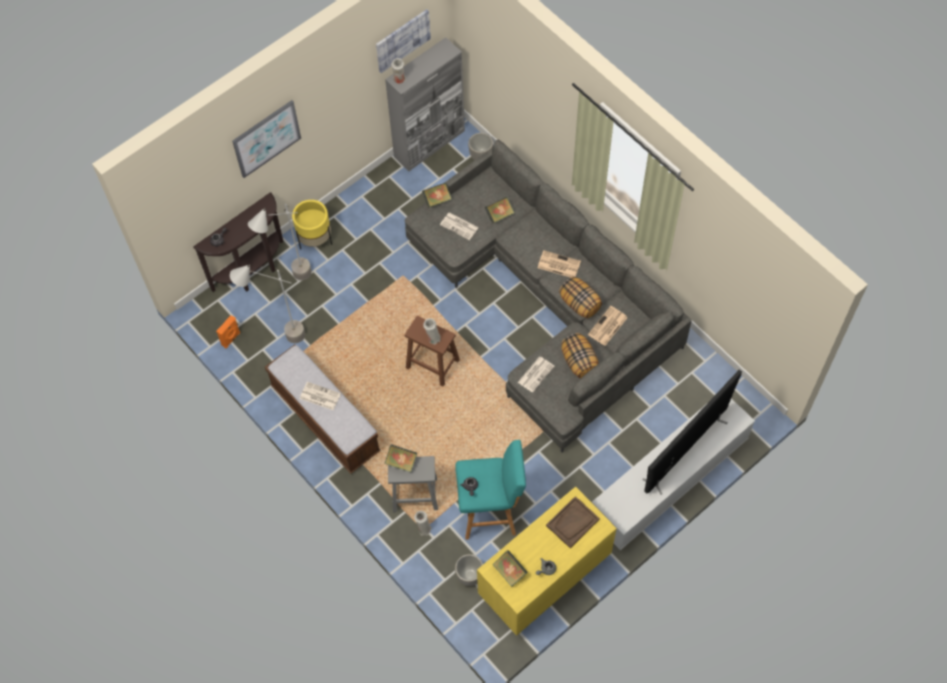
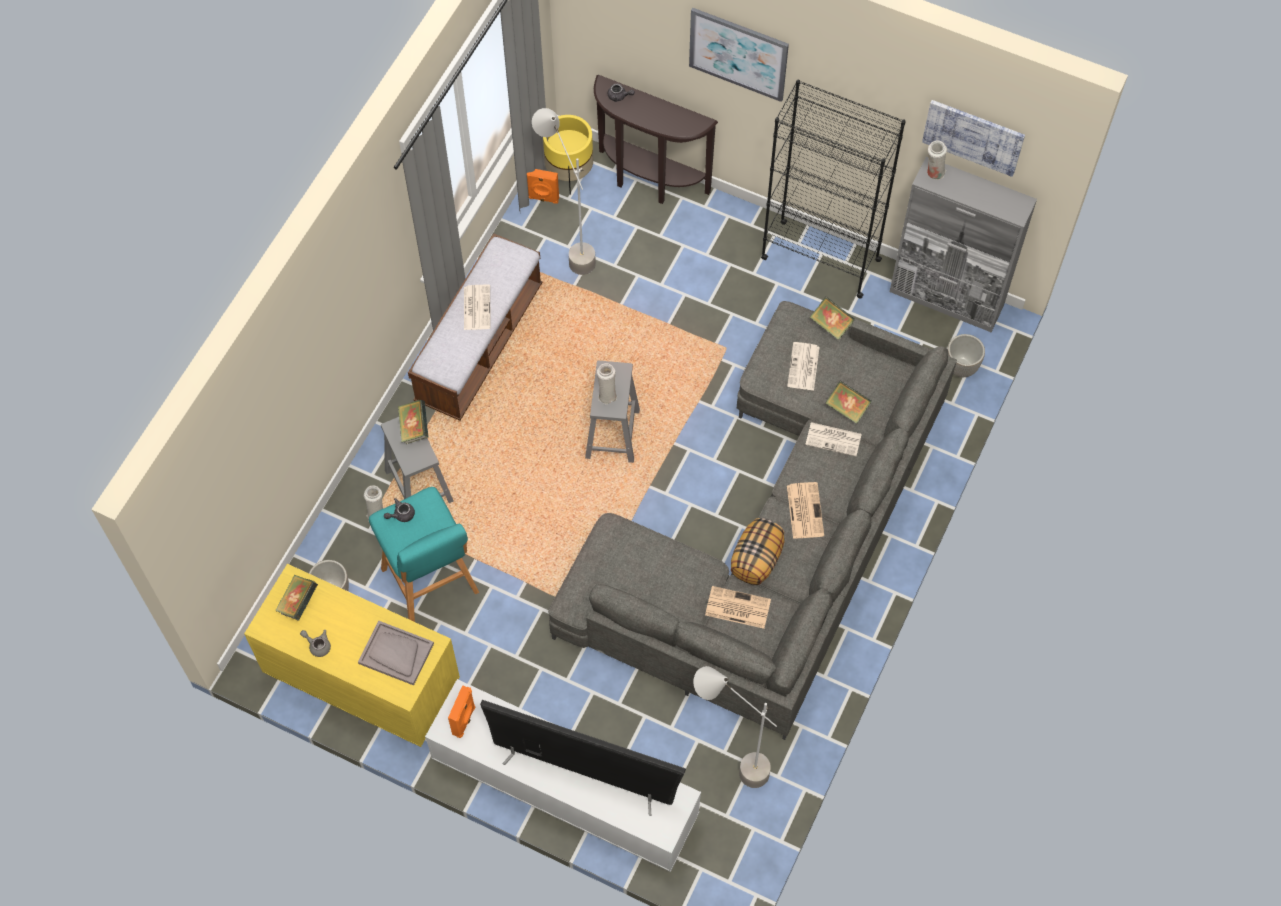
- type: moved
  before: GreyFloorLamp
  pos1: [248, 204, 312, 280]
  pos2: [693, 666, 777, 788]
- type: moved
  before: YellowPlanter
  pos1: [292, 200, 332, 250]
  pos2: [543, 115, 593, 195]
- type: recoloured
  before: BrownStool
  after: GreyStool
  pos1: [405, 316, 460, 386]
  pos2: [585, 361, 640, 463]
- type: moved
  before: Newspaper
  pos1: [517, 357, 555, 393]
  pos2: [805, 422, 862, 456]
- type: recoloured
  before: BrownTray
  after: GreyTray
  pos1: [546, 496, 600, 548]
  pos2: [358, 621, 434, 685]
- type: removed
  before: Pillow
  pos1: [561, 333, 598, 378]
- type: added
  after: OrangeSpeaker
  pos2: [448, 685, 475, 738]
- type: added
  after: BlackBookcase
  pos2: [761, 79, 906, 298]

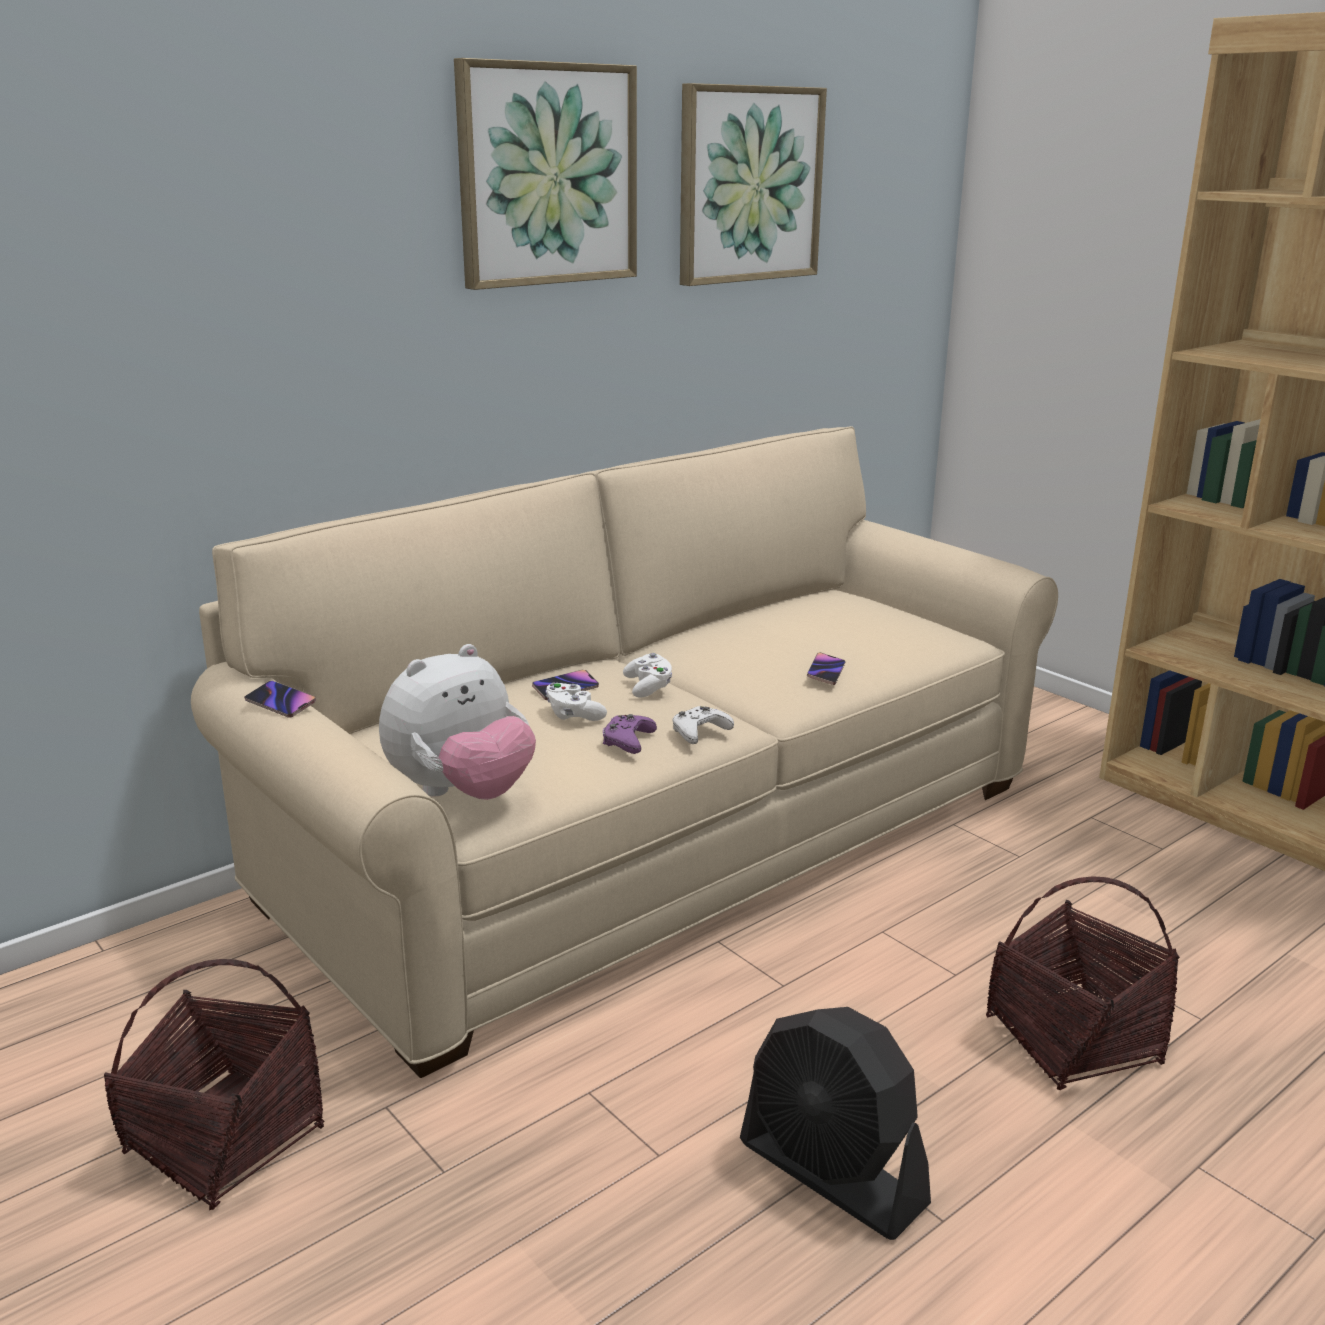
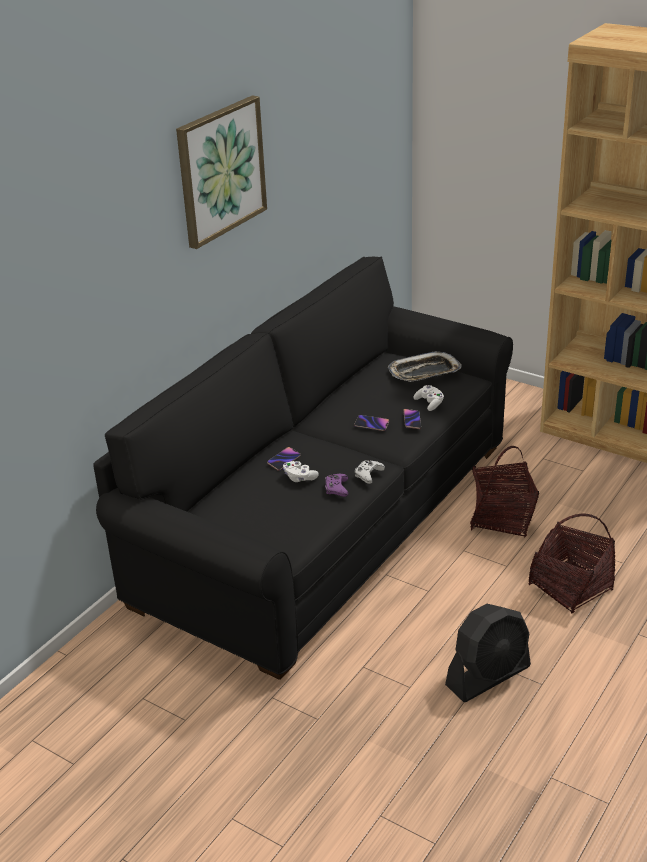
- type: moved
  before: Basket
  pos1: [104, 959, 324, 1210]
  pos2: [470, 446, 539, 538]
- type: recoloured
  before: BeigeSofa
  after: BlackSofa
  pos1: [191, 426, 1058, 1078]
  pos2: [93, 257, 513, 680]
- type: moved
  before: Phone
  pos1: [244, 681, 316, 718]
  pos2: [354, 415, 389, 431]
- type: removed
  before: PlushToy
  pos1: [379, 644, 536, 800]
- type: moved
  before: WhiteGameController
  pos1: [623, 653, 672, 698]
  pos2: [414, 385, 444, 411]
- type: removed
  before: Picture
  pos1: [680, 83, 827, 286]
- type: turned
  before: BlackFan
  pos1: [740, 1007, 931, 1240]
  pos2: [445, 604, 531, 702]
  turn: -60
- type: added
  after: Tray
  pos2: [388, 351, 462, 382]

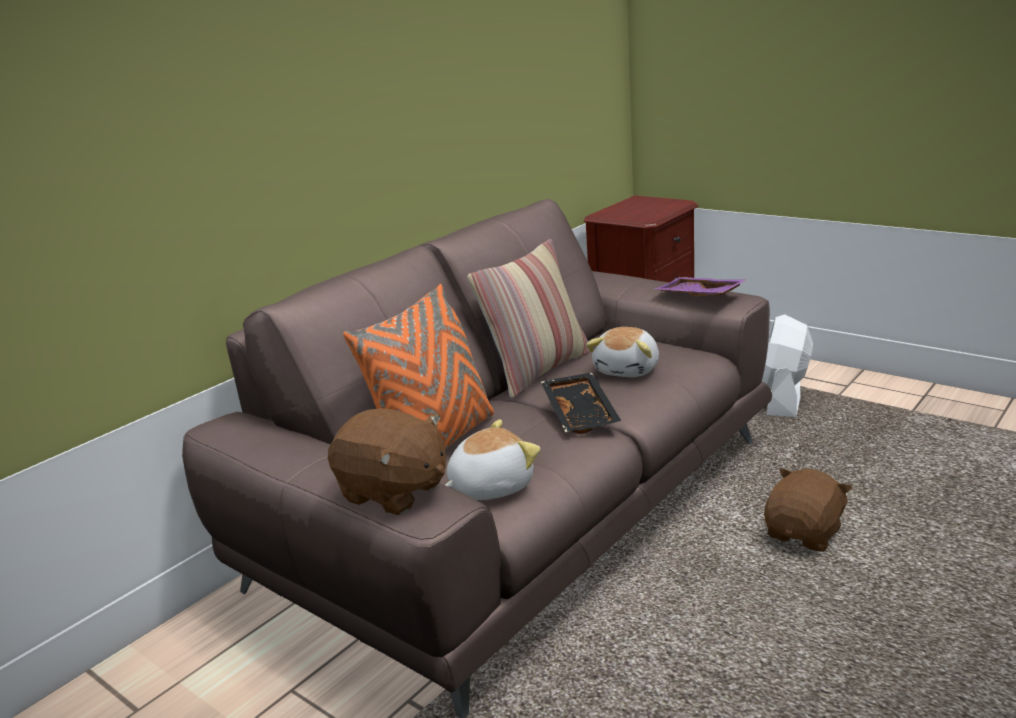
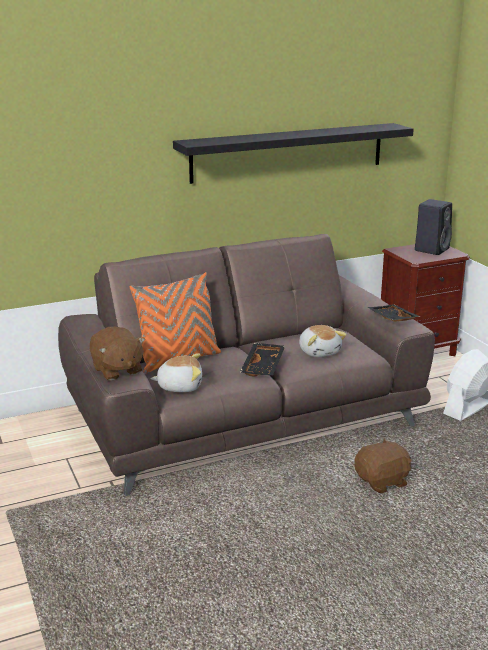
- type: removed
  before: Pillow
  pos1: [467, 239, 590, 398]
- type: turned
  before: PlushToy
  pos1: [586, 327, 659, 377]
  pos2: [299, 325, 347, 357]
  turn: -75
- type: recoloured
  before: PurpleTray
  after: BlackTray
  pos1: [654, 277, 746, 296]
  pos2: [368, 304, 421, 322]
- type: added
  after: BlackShelf
  pos2: [173, 123, 414, 184]
- type: added
  after: BlackSpeaker
  pos2: [415, 199, 452, 255]

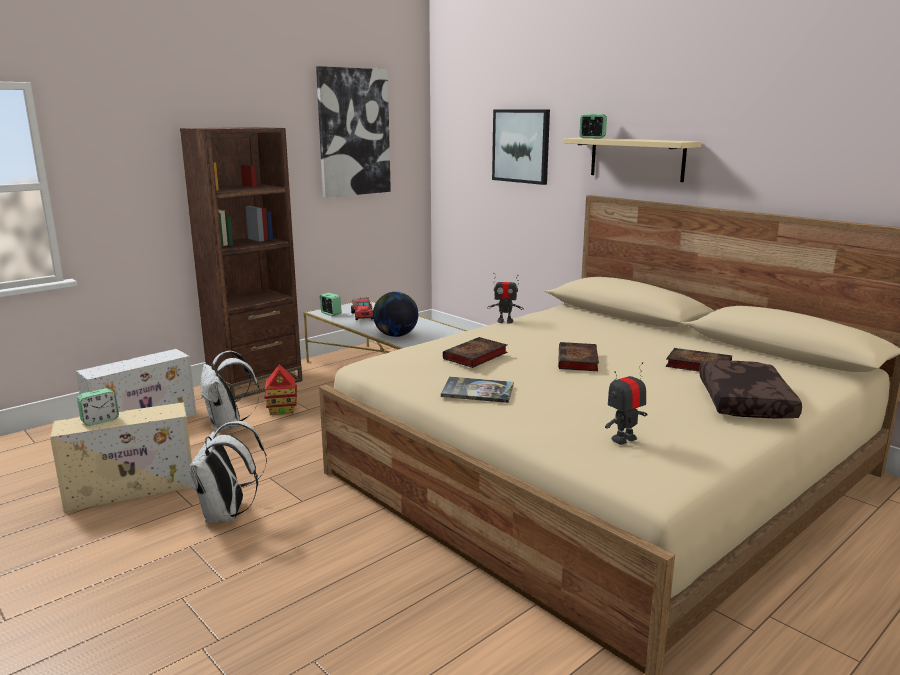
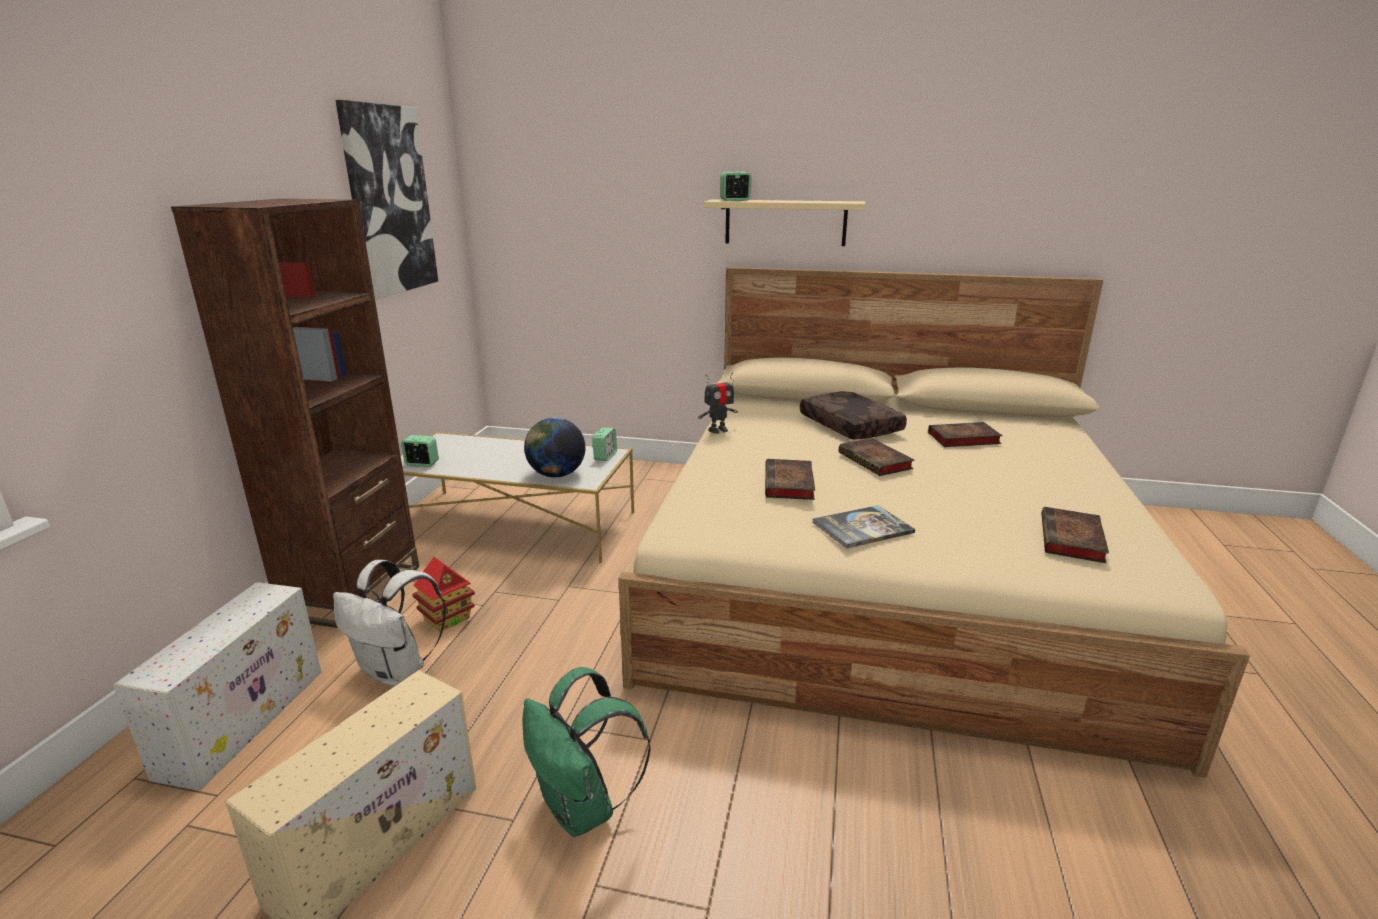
- type: moved
  before: AlarmClock
  pos1: [77, 388, 119, 426]
  pos2: [592, 428, 617, 461]
- type: recoloured
  before: WhiteBackpack
  after: GreenBackpack
  pos1: [189, 421, 267, 523]
  pos2: [522, 667, 651, 837]
- type: removed
  before: ToyTruck
  pos1: [351, 297, 373, 320]
- type: removed
  before: Picture
  pos1: [492, 110, 550, 185]
- type: replaced
  before: ToyRobot
  after: Book
  pos1: [605, 362, 647, 445]
  pos2: [1041, 507, 1109, 563]
- type: moved
  before: BrownPillow
  pos1: [699, 360, 802, 419]
  pos2: [800, 391, 907, 440]

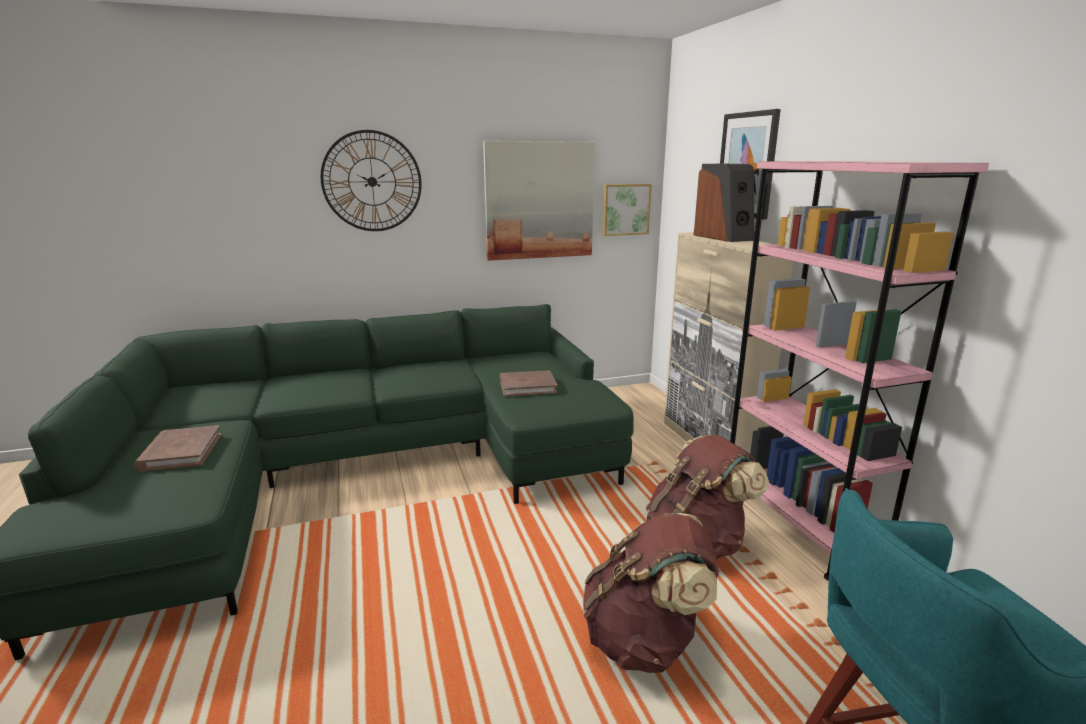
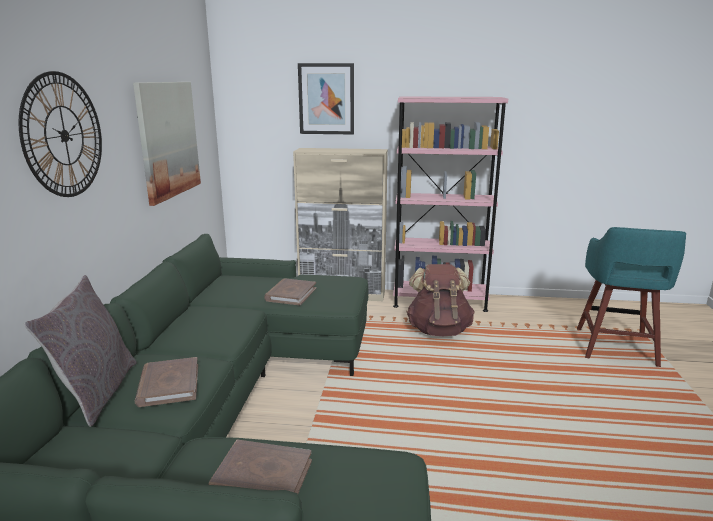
- type: removed
  before: BrownBackpack
  pos1: [583, 513, 719, 673]
- type: removed
  before: Picture
  pos1: [602, 184, 652, 236]
- type: removed
  before: Speaker
  pos1: [694, 164, 755, 242]
- type: added
  after: GreyPillow
  pos2: [24, 275, 137, 427]
- type: added
  after: BrownBook
  pos2: [135, 357, 198, 407]

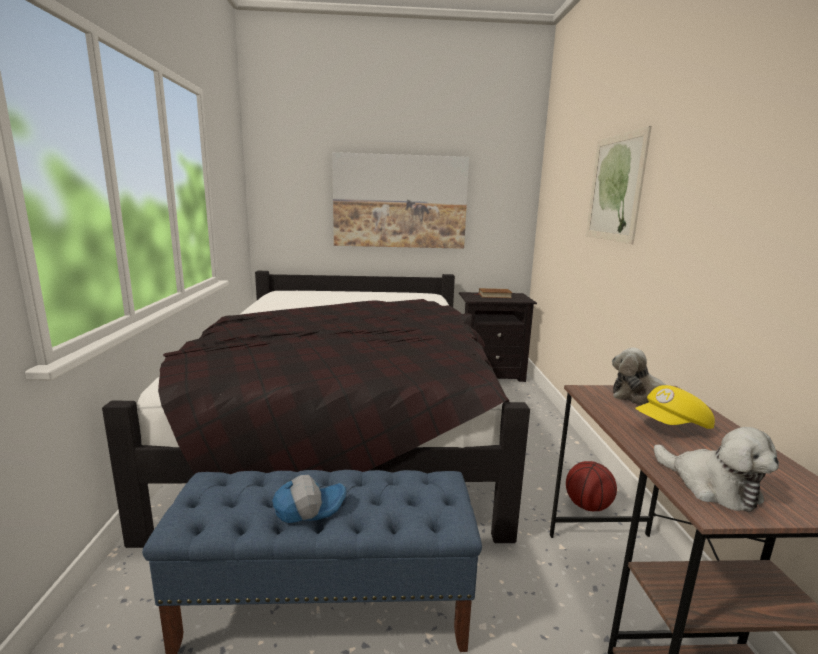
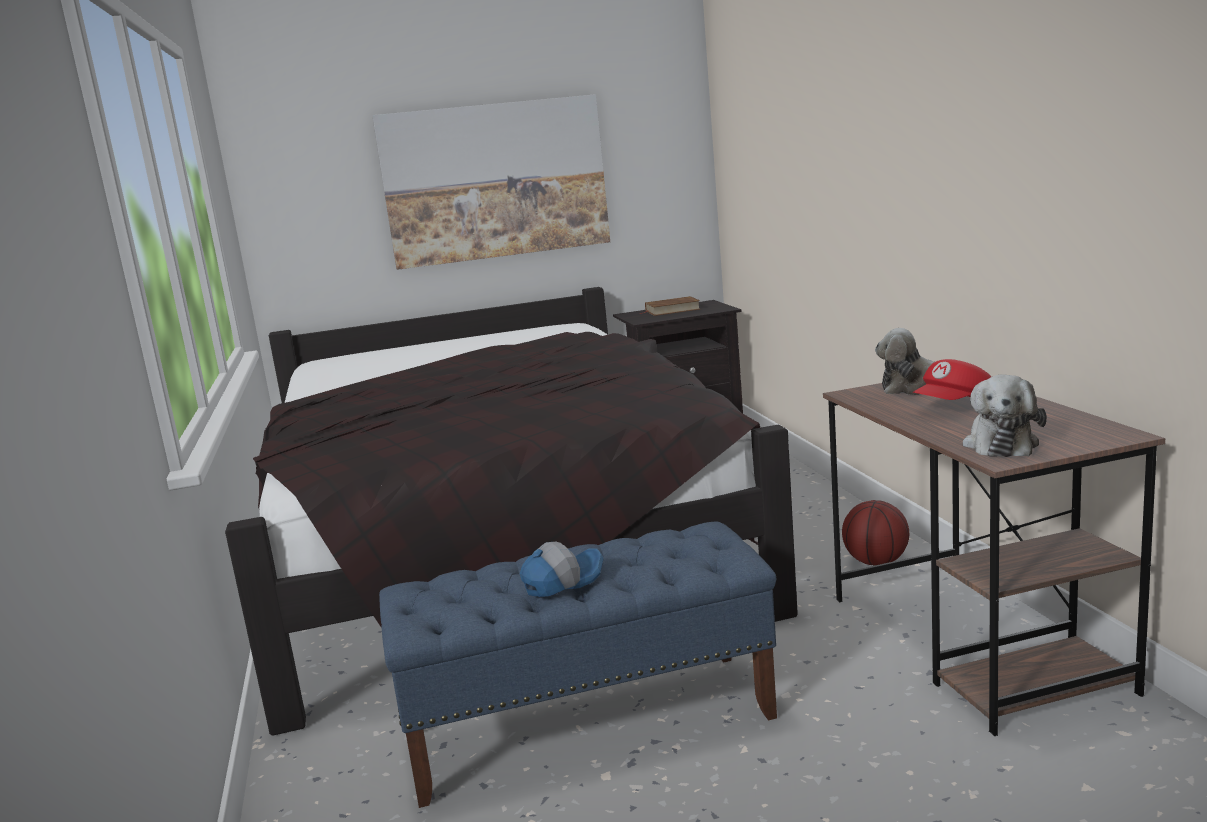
- type: removed
  before: Picture
  pos1: [586, 126, 652, 244]
- type: recoloured
  before: YellowCap
  after: RedCap
  pos1: [635, 385, 715, 429]
  pos2: [913, 359, 992, 400]
- type: turned
  before: PlushToy
  pos1: [654, 427, 779, 512]
  pos2: [963, 375, 1047, 457]
  turn: 60

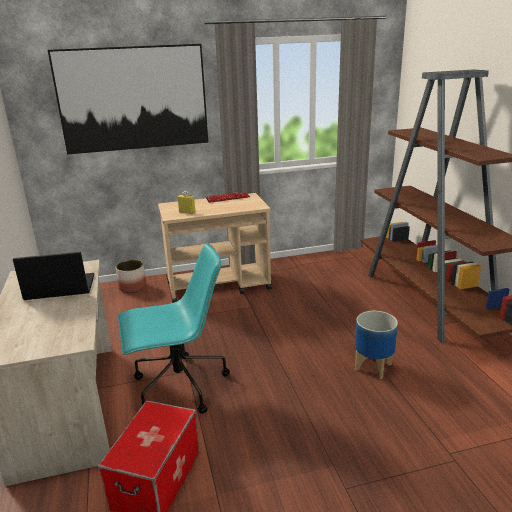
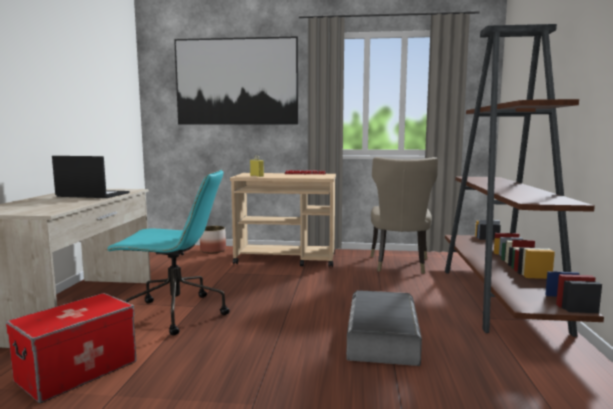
- type: replaced
  before: Planter
  after: GreyStorageBox
  pos1: [355, 311, 398, 379]
  pos2: [346, 290, 422, 366]
- type: added
  after: BeigeChair
  pos2: [371, 157, 438, 274]

